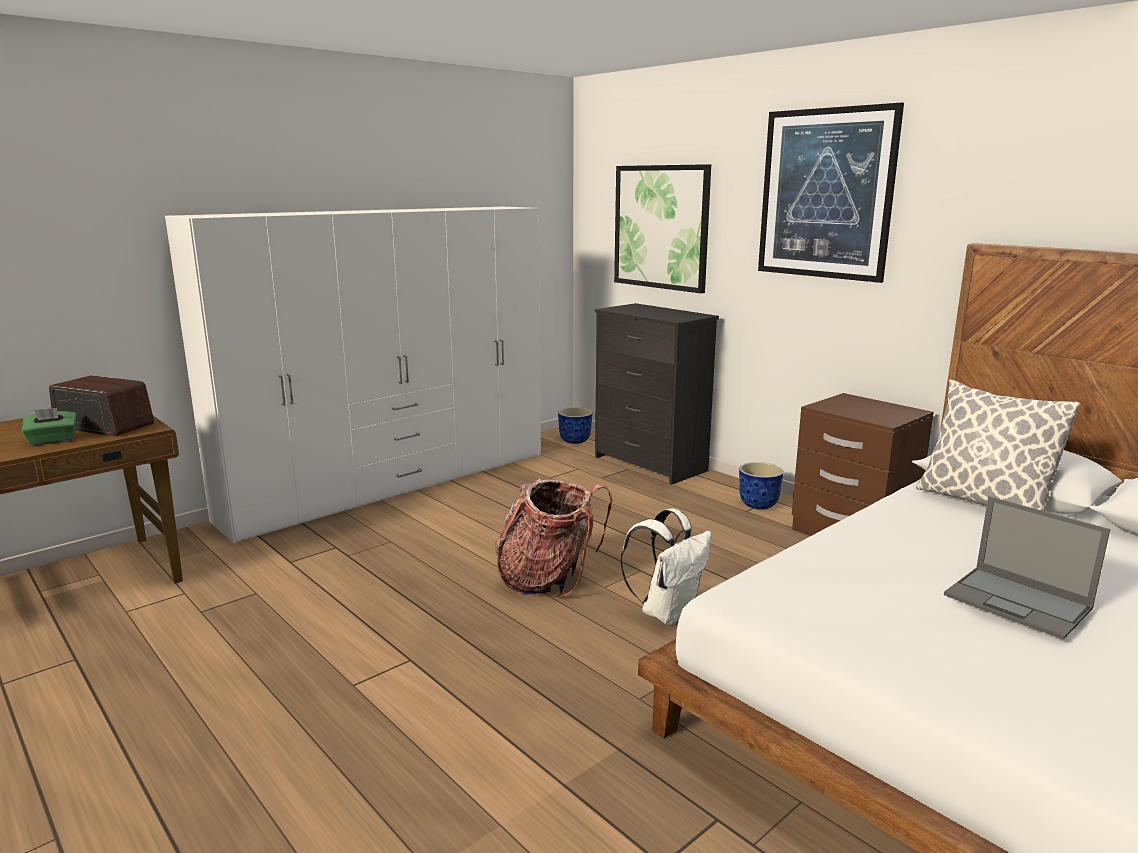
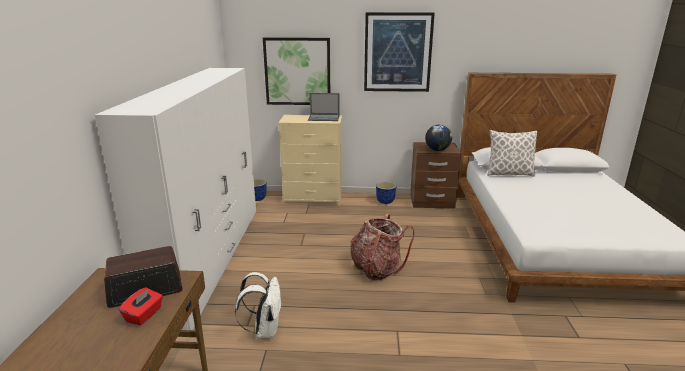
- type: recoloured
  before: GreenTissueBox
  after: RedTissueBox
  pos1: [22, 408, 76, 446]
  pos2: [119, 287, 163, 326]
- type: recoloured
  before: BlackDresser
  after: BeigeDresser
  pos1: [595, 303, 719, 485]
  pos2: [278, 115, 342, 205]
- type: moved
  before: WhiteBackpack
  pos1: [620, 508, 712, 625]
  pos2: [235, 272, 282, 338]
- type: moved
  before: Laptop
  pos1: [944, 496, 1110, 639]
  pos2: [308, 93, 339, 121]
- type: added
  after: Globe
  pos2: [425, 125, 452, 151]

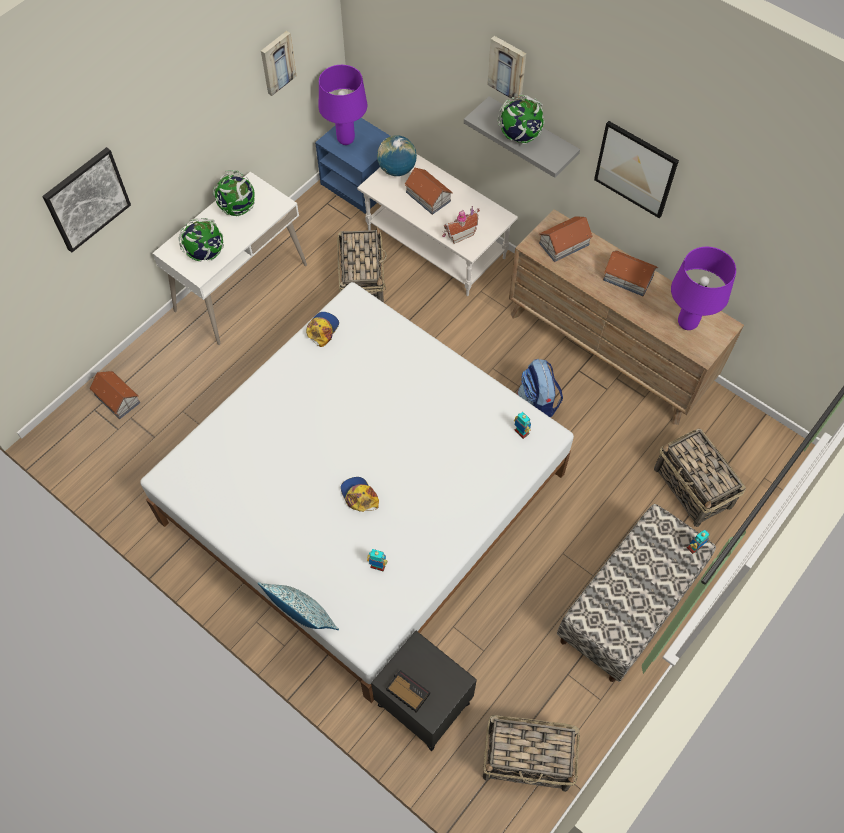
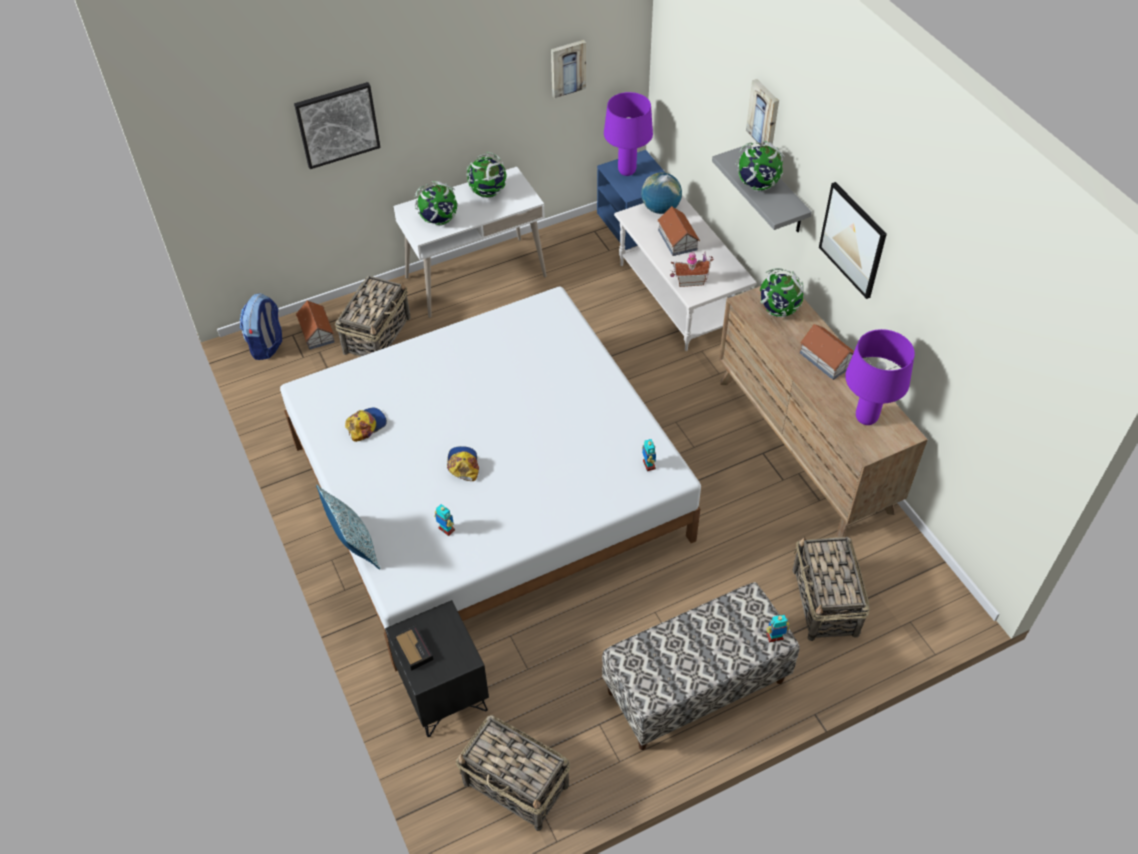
- type: moved
  before: Cap
  pos1: [306, 312, 339, 347]
  pos2: [345, 407, 387, 442]
- type: moved
  before: Basket
  pos1: [337, 227, 387, 303]
  pos2: [335, 276, 411, 356]
- type: moved
  before: Backpack
  pos1: [517, 359, 563, 418]
  pos2: [240, 293, 282, 360]
- type: replaced
  before: ToyHouse
  after: Globe
  pos1: [539, 216, 593, 262]
  pos2: [760, 268, 804, 317]

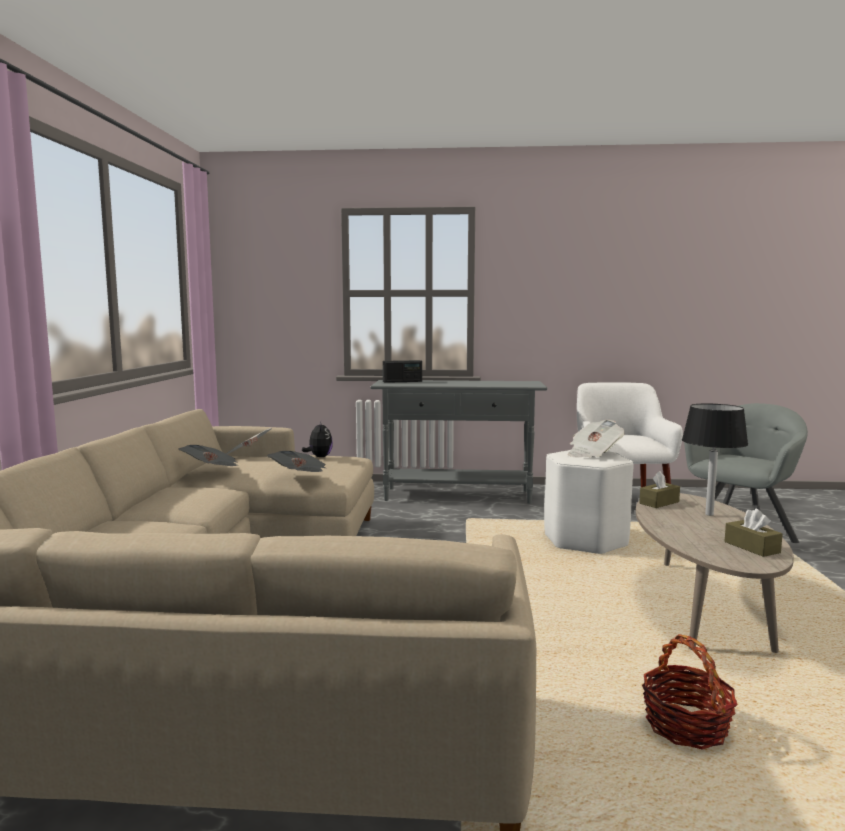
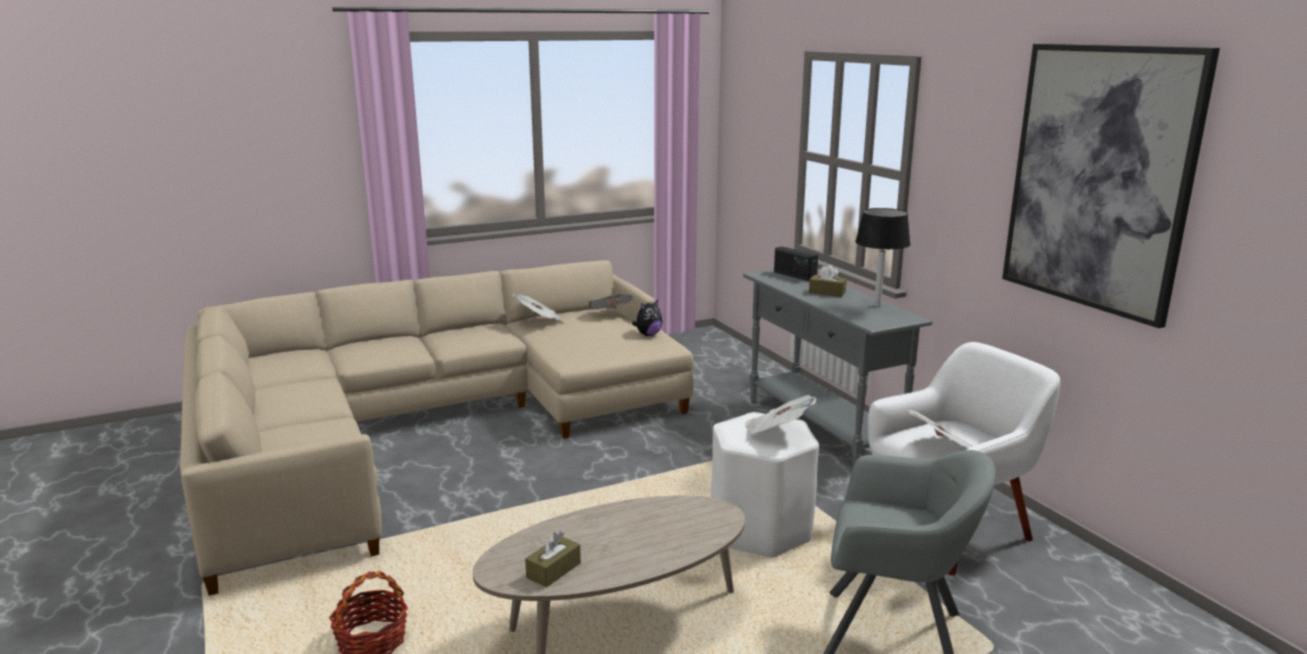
- type: moved
  before: Newspaper
  pos1: [267, 451, 326, 472]
  pos2: [907, 410, 972, 448]
- type: moved
  before: BrownTissueBox
  pos1: [639, 471, 680, 508]
  pos2: [809, 265, 847, 297]
- type: moved
  before: BlackTableLamp
  pos1: [682, 404, 748, 516]
  pos2: [855, 208, 911, 307]
- type: added
  after: Picture
  pos2: [1002, 44, 1220, 328]

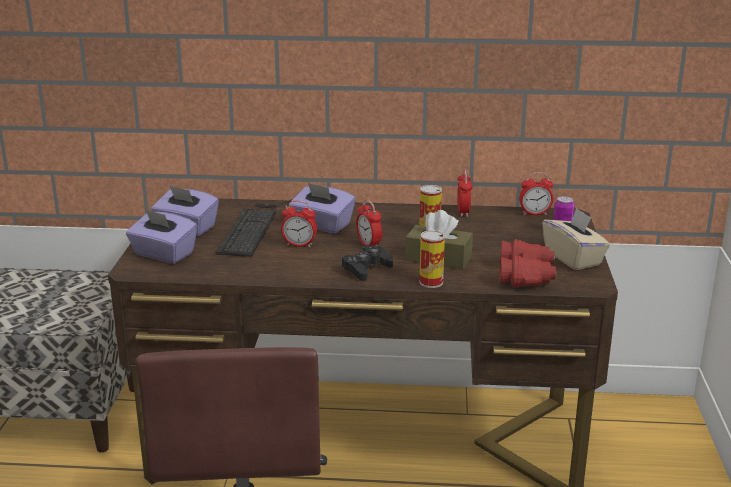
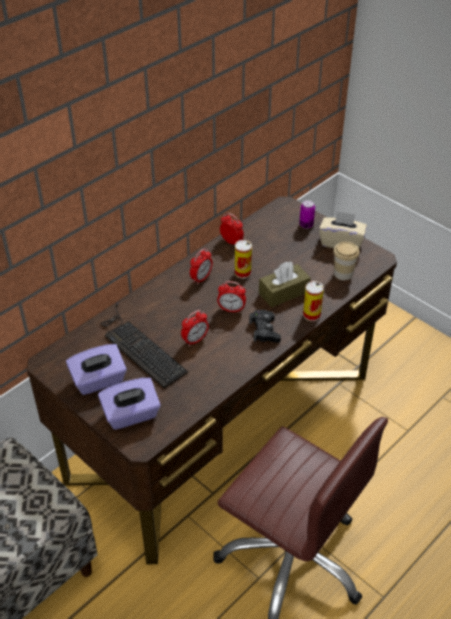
- type: removed
  before: PurpleTissueBox
  pos1: [289, 183, 356, 233]
- type: replaced
  before: RedBinoculars
  after: Cup
  pos1: [500, 239, 557, 288]
  pos2: [333, 242, 359, 280]
- type: moved
  before: AlarmClock
  pos1: [519, 172, 553, 215]
  pos2: [190, 248, 213, 285]

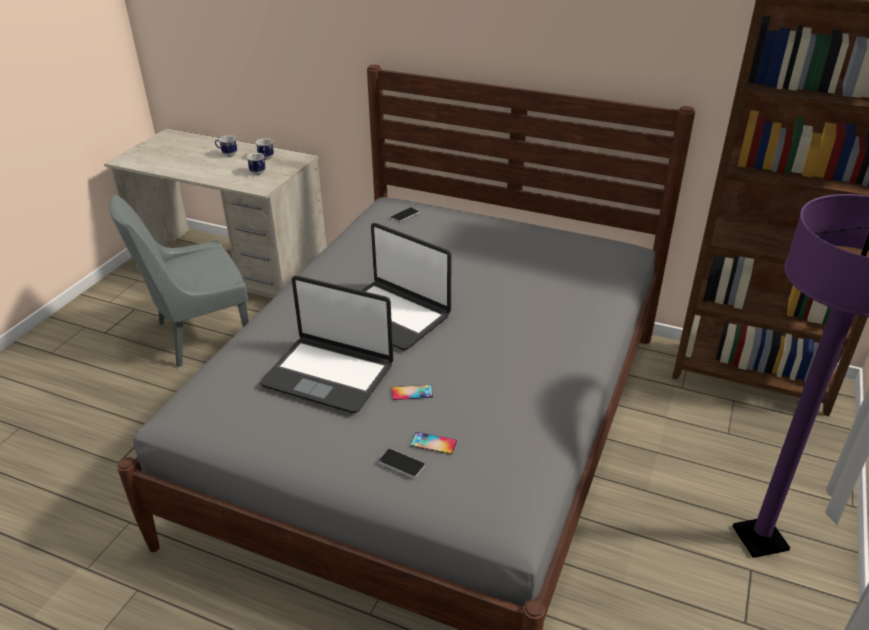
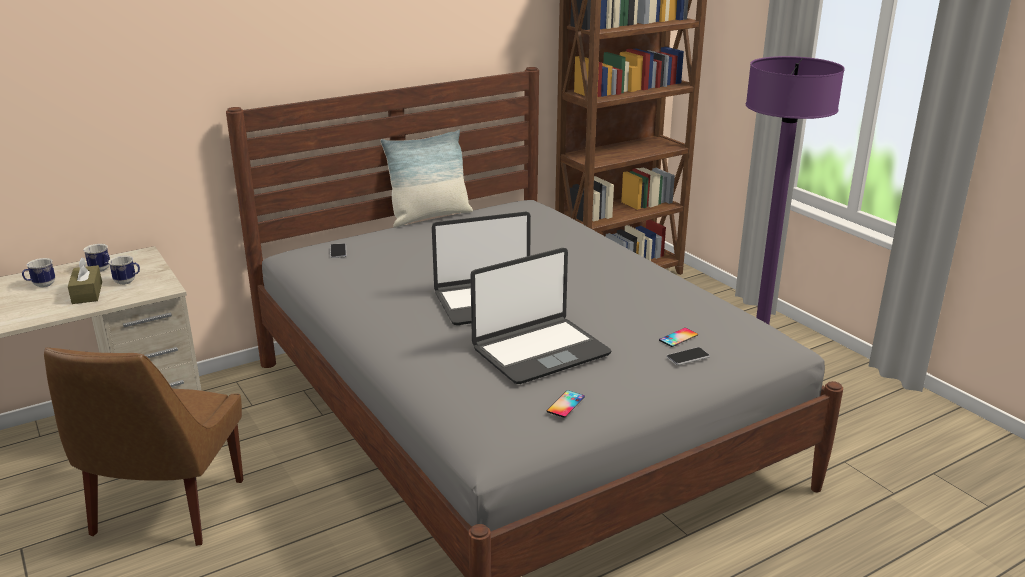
- type: recoloured
  before: GreyChair
  after: BrownChair
  pos1: [109, 194, 249, 367]
  pos2: [44, 348, 244, 546]
- type: moved
  before: Phone
  pos1: [392, 385, 433, 400]
  pos2: [547, 390, 585, 418]
- type: added
  after: BrownTissueBox
  pos2: [68, 258, 102, 304]
- type: added
  after: Pillow
  pos2: [380, 130, 473, 228]

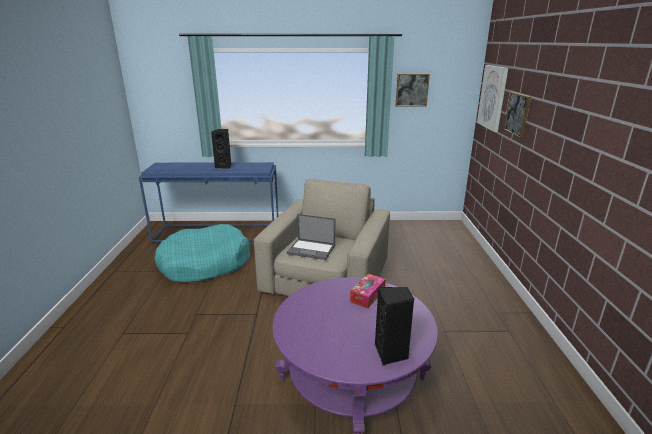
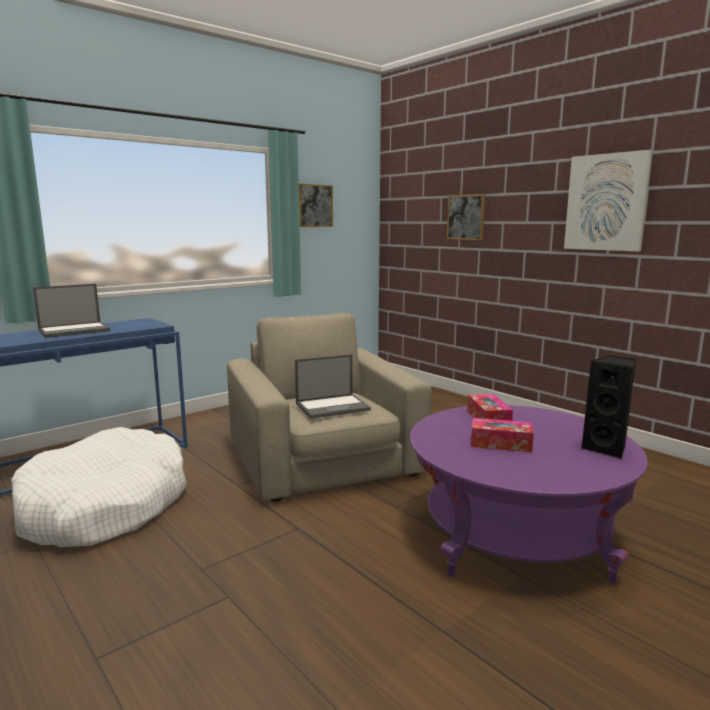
- type: recoloured
  before: TurquoiseDogBed
  after: WhiteDogBed
  pos1: [155, 224, 250, 282]
  pos2: [11, 427, 187, 547]
- type: replaced
  before: BlackSpeaker
  after: Laptop
  pos1: [211, 129, 232, 169]
  pos2: [33, 284, 110, 338]
- type: moved
  before: Picture
  pos1: [477, 65, 508, 132]
  pos2: [564, 150, 653, 252]
- type: added
  after: TissueBox
  pos2: [471, 418, 534, 453]

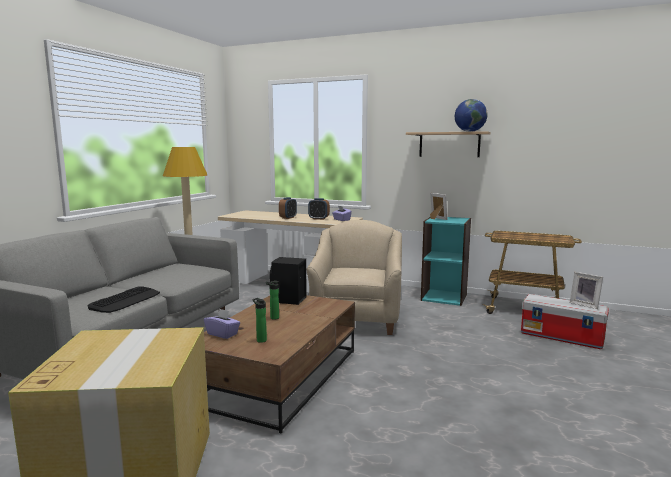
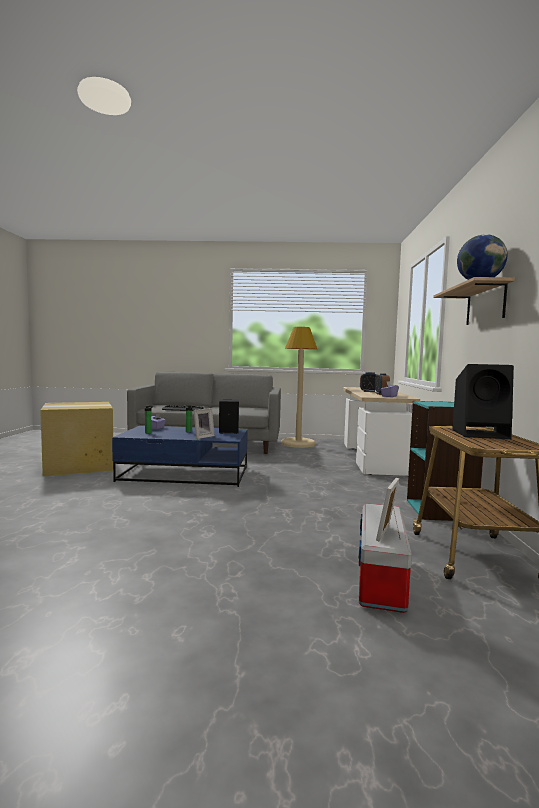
- type: recoloured
  before: BrownCoffeeTable
  after: BlueCoffeeTable
  pos1: [204, 295, 355, 433]
  pos2: [112, 426, 248, 487]
- type: removed
  before: BeigeArmchair
  pos1: [306, 220, 402, 335]
- type: moved
  before: PictureFrame
  pos1: [430, 193, 448, 220]
  pos2: [194, 408, 215, 439]
- type: added
  after: BlackSpeaker
  pos2: [452, 364, 514, 439]

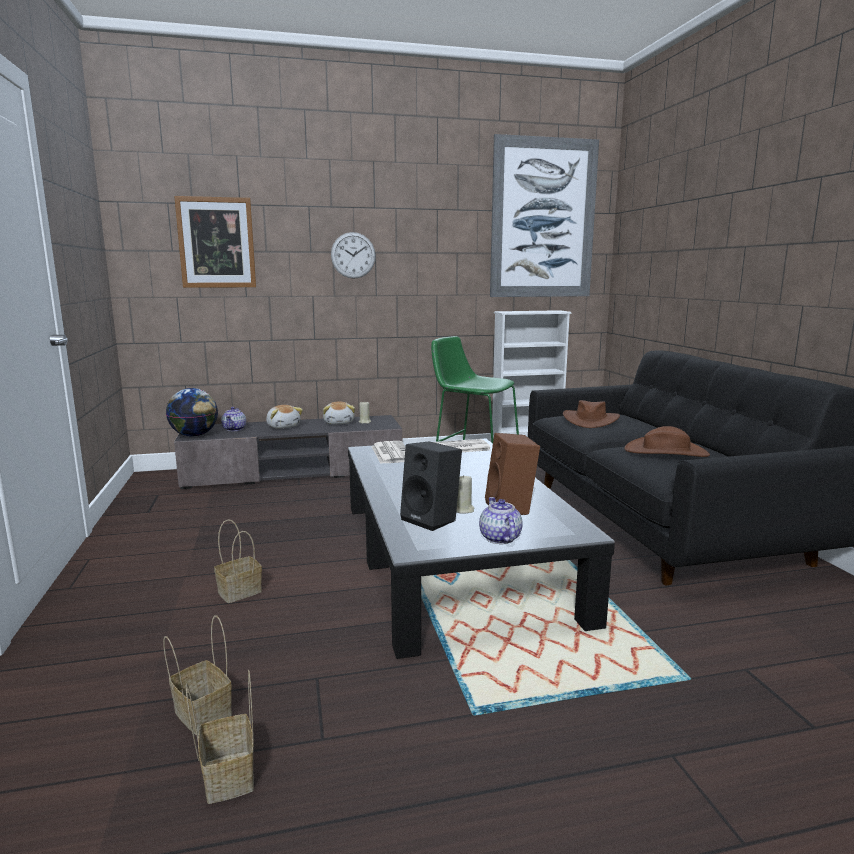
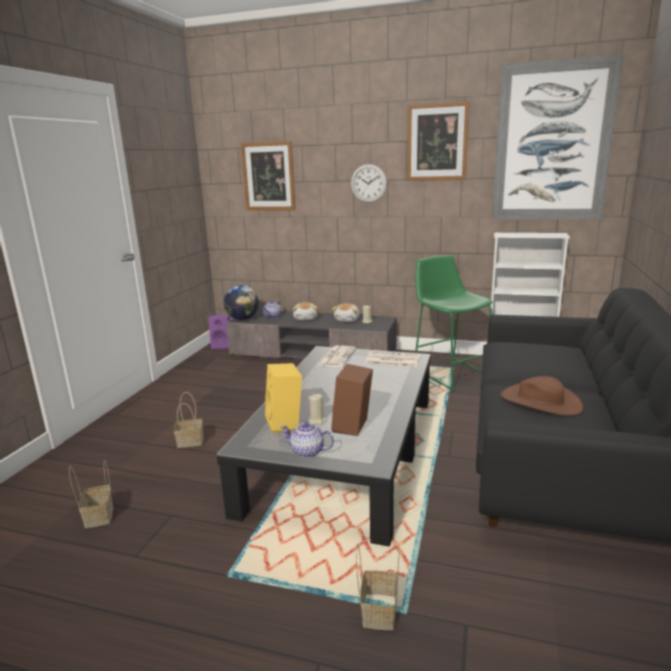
- type: moved
  before: Basket
  pos1: [186, 669, 254, 804]
  pos2: [356, 544, 400, 630]
- type: recoloured
  before: BlackSpeaker
  after: YellowSpeaker
  pos1: [400, 441, 462, 531]
  pos2: [265, 363, 302, 434]
- type: turned
  before: Teapot
  pos1: [479, 497, 523, 544]
  pos2: [280, 422, 334, 458]
  turn: -90
- type: removed
  before: BrownHat
  pos1: [563, 400, 620, 428]
- type: added
  after: PurpleSpeaker
  pos2: [208, 315, 231, 350]
- type: added
  after: Picture
  pos2: [407, 101, 469, 181]

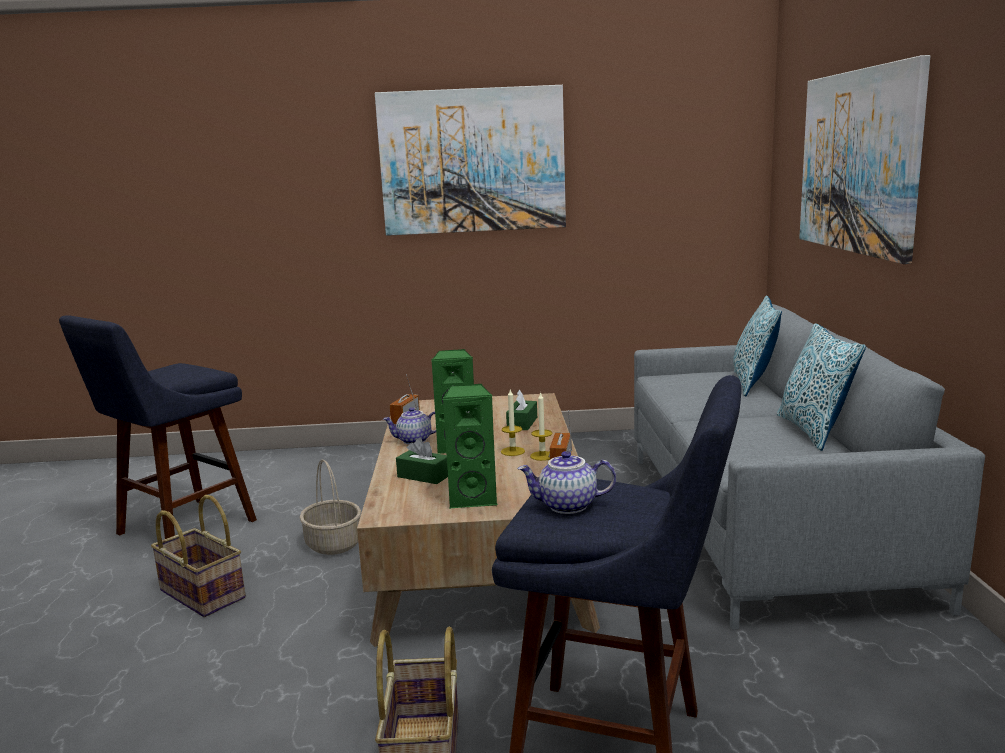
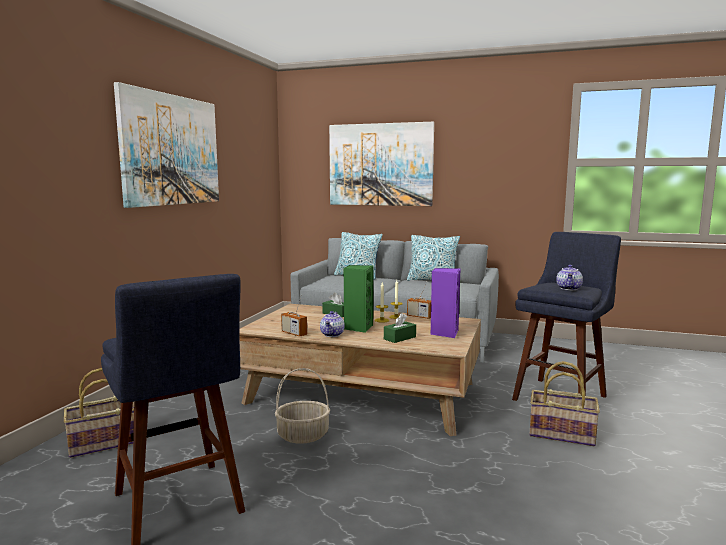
- type: moved
  before: Basket
  pos1: [151, 495, 246, 617]
  pos2: [64, 368, 134, 458]
- type: recoloured
  before: GreenSpeaker
  after: PurpleSpeaker
  pos1: [442, 384, 498, 509]
  pos2: [430, 268, 460, 338]

